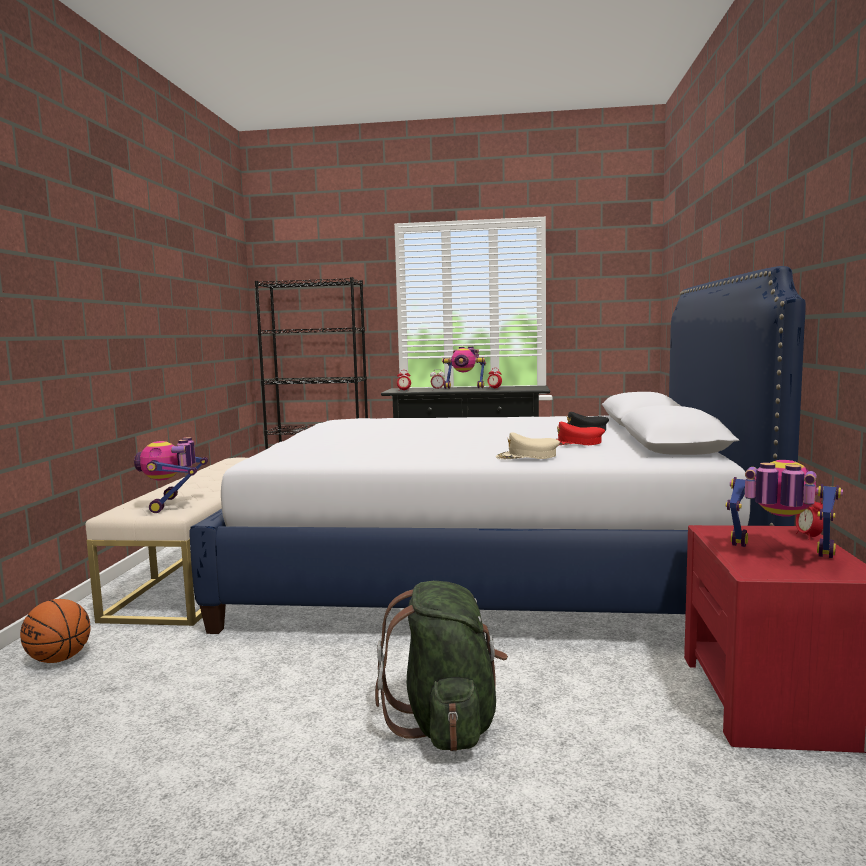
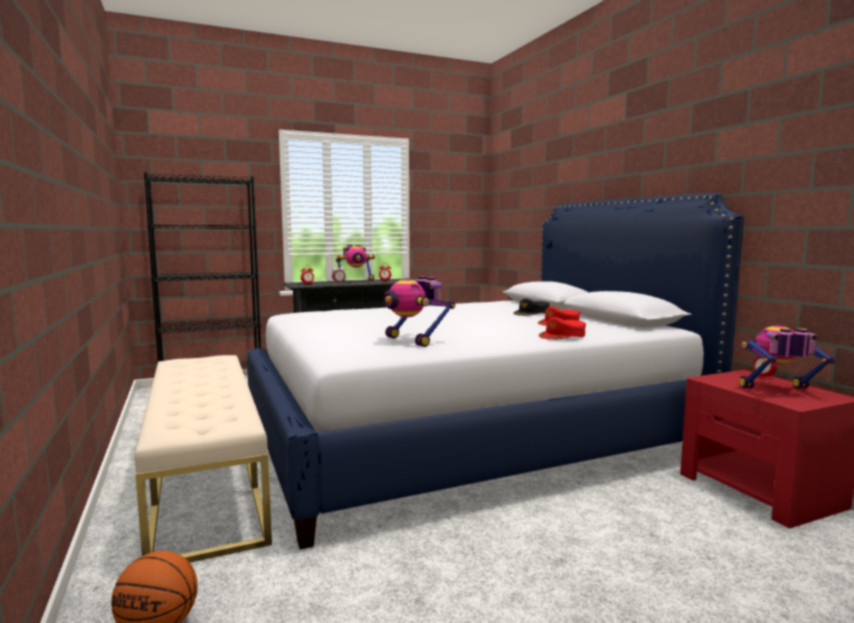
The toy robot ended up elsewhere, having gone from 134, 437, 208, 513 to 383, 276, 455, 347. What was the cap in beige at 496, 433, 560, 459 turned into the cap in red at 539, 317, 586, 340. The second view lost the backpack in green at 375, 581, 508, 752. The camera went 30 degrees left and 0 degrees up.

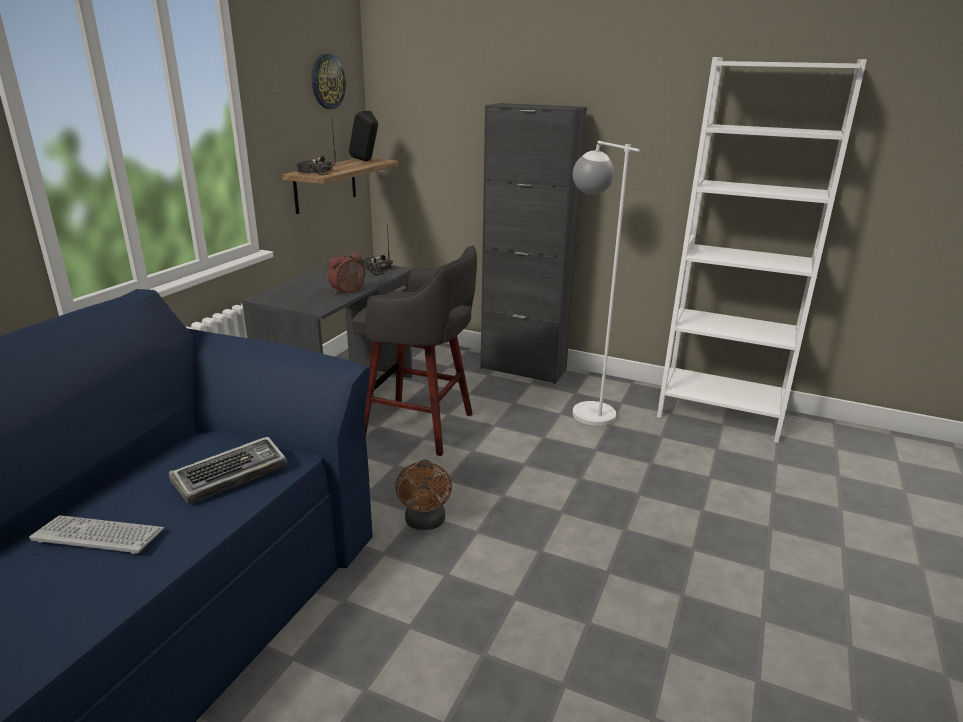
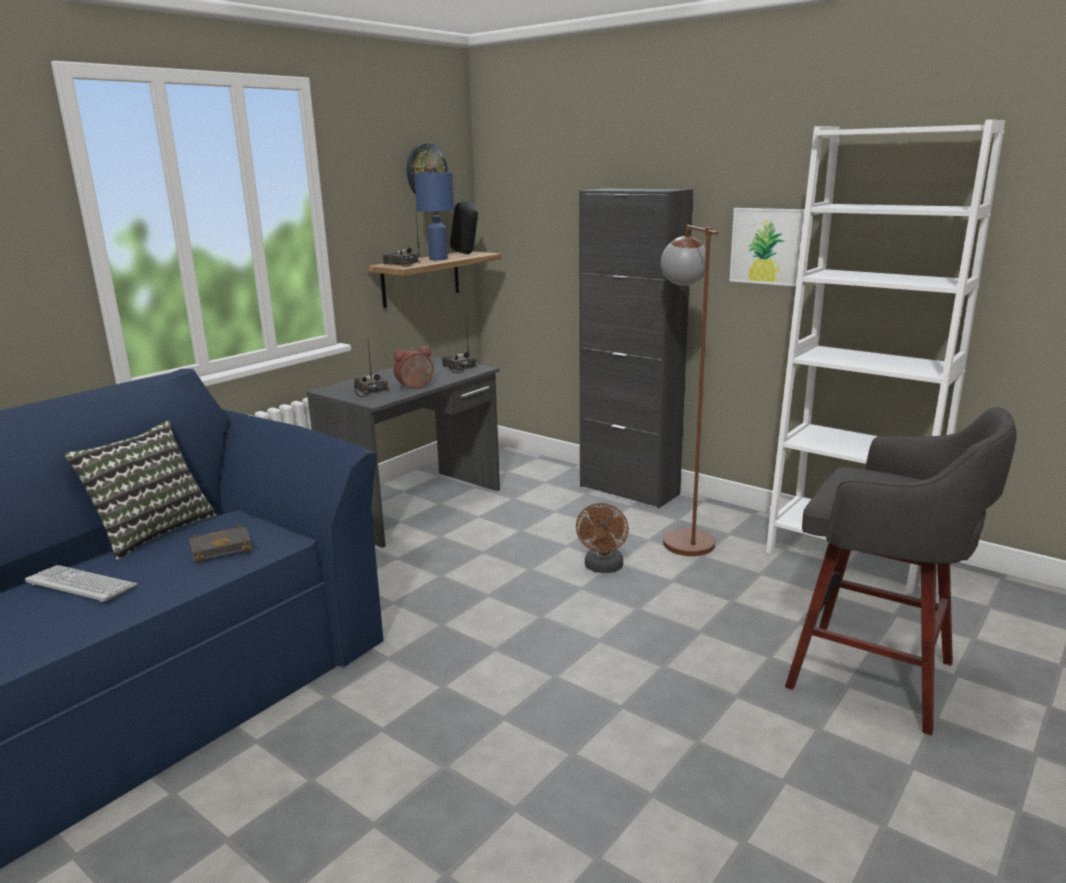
The second view gained the pillow at 64, 420, 217, 560. Where the keyboard stood at 169, 437, 287, 504, the book in black came to stand at 189, 526, 252, 562. The second view gained the radio at 354, 340, 389, 397. The second view gained the table lamp in blue at 414, 172, 455, 260. The fan in brown ended up elsewhere, having gone from 395, 459, 452, 530 to 576, 503, 629, 573. What was the floor lamp in white at 573, 141, 640, 426 turned into the floor lamp in brown at 661, 225, 719, 556. The second view gained the picture at 730, 208, 805, 287. The stool in grey ended up elsewhere, having gone from 352, 246, 477, 456 to 785, 407, 1017, 735. The camera went 15 degrees right and 5 degrees down.

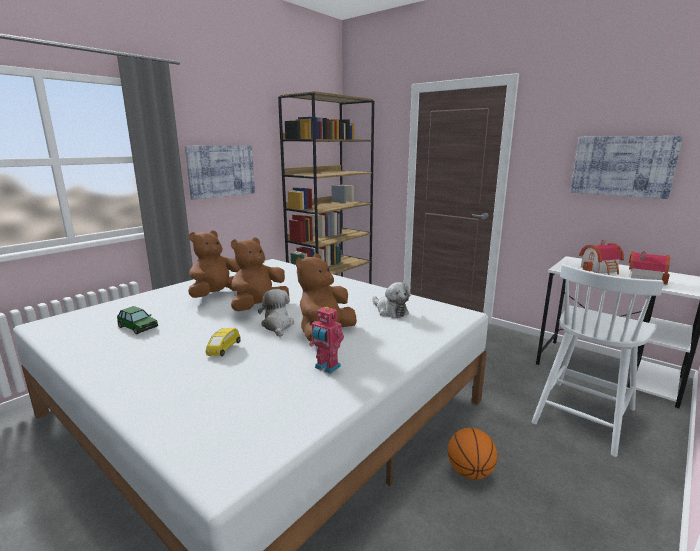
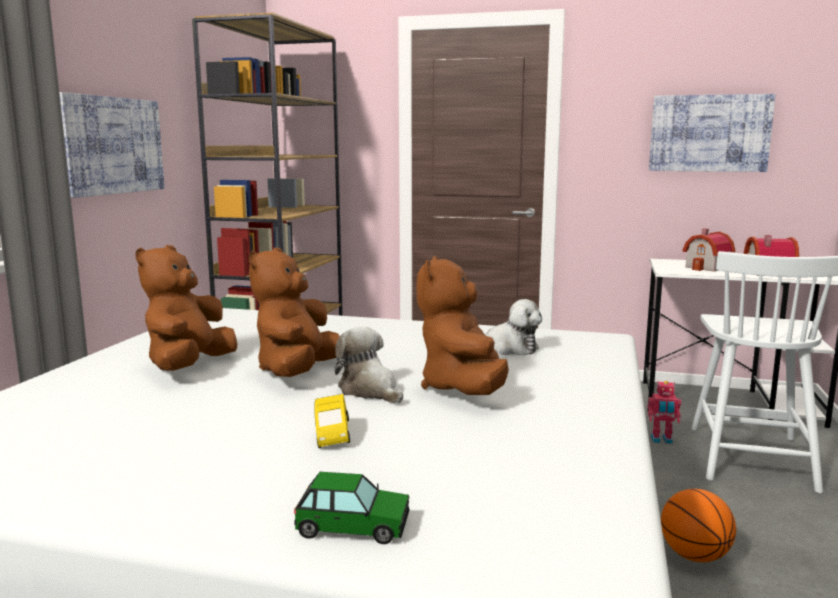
The toy car ended up elsewhere, having gone from 117, 306, 158, 334 to 294, 472, 409, 544. The toy robot ended up elsewhere, having gone from 309, 306, 344, 374 to 647, 381, 681, 444. The camera went 25 degrees left and 5 degrees down.

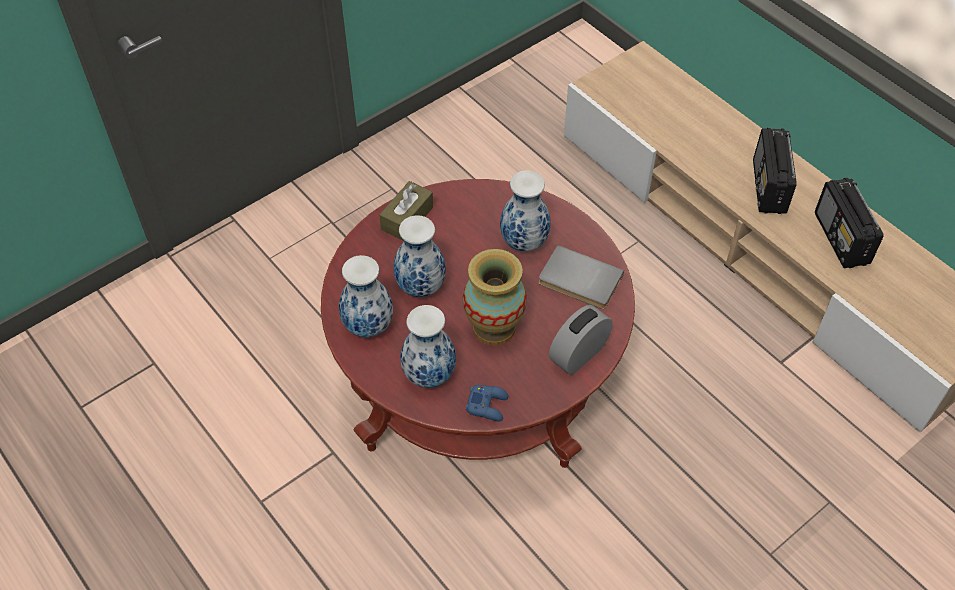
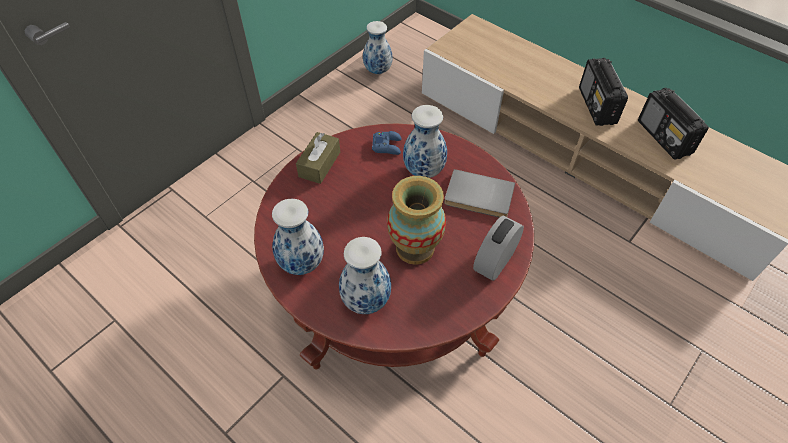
The vase ended up elsewhere, having gone from 393, 215, 446, 297 to 363, 21, 392, 74. The game controller in blue ended up elsewhere, having gone from 466, 385, 508, 421 to 372, 131, 401, 155. The camera went 10 degrees left and 0 degrees up.

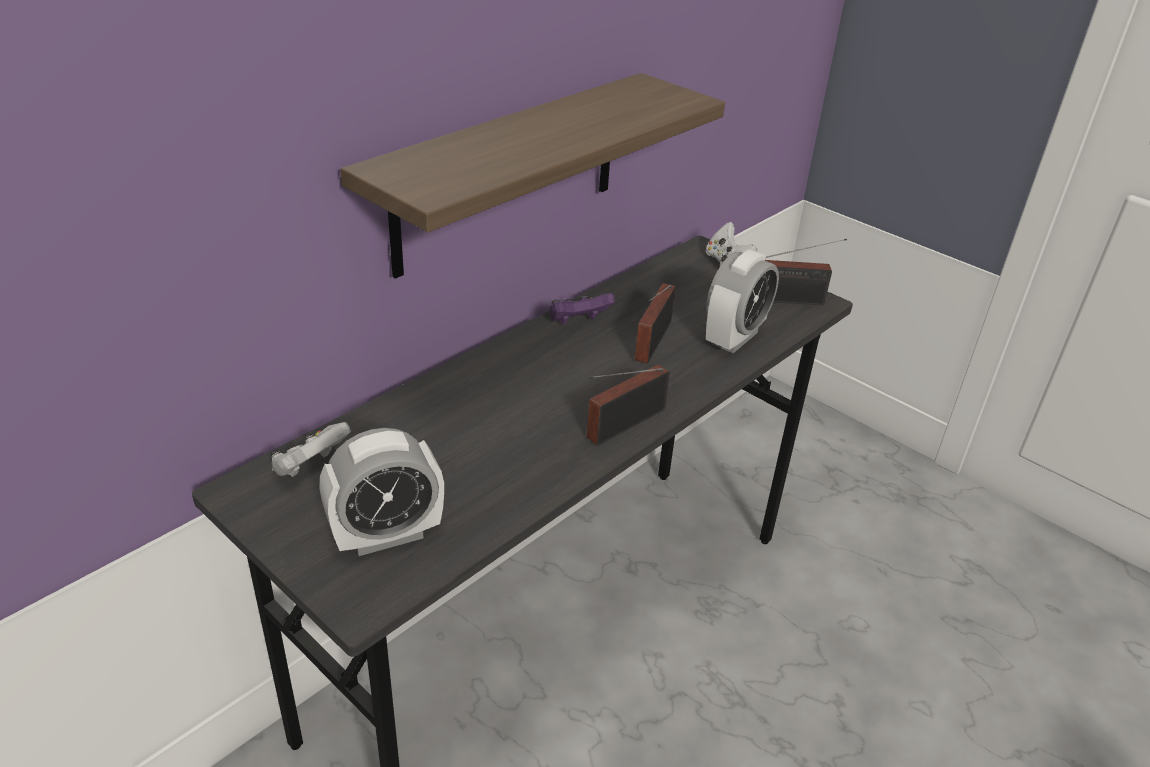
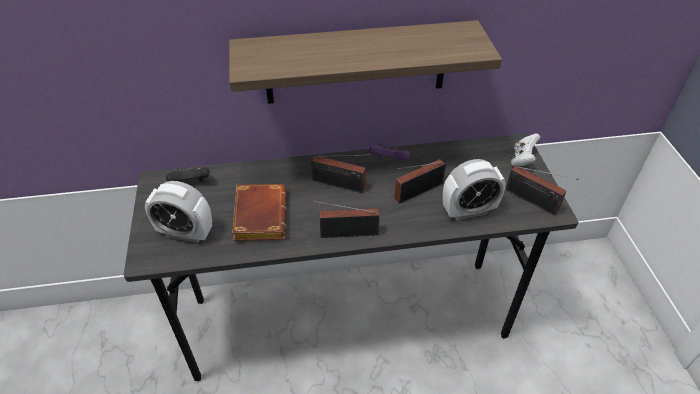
What was the game controller in white at 270, 422, 351, 477 turned into the game controller in black at 166, 167, 210, 182. The second view gained the book in brown at 232, 184, 286, 241. The second view gained the radio at 311, 154, 372, 193. The camera went 40 degrees right and 10 degrees up.

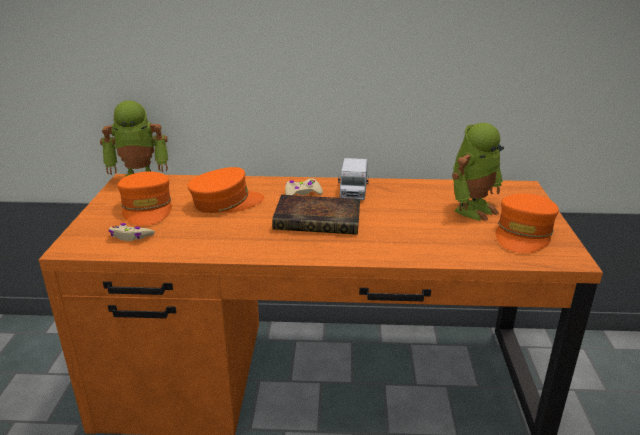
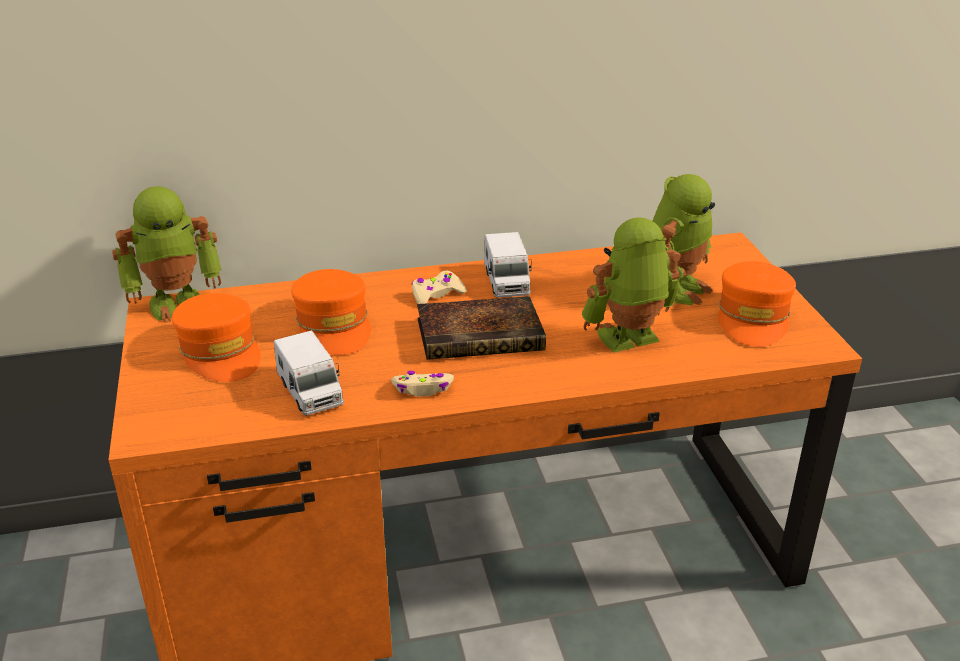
The second view gained the toy truck at 274, 331, 344, 415. The cap in orange at 187, 167, 264, 213 ended up facing another way, 105 degrees clockwise from before. The game controller in beige ended up elsewhere, having gone from 109, 223, 155, 241 to 391, 371, 454, 396. The second view gained the toy robot at 582, 217, 685, 353. The camera went 15 degrees left and 5 degrees up.

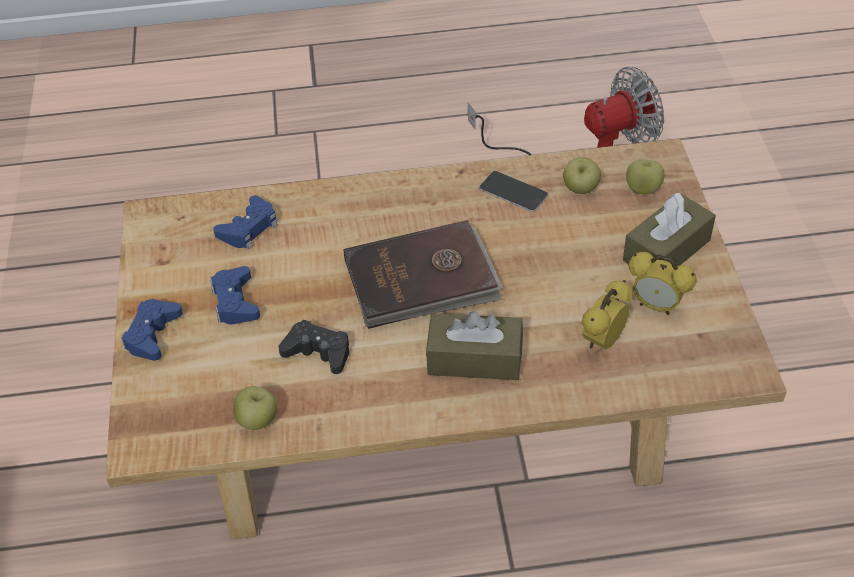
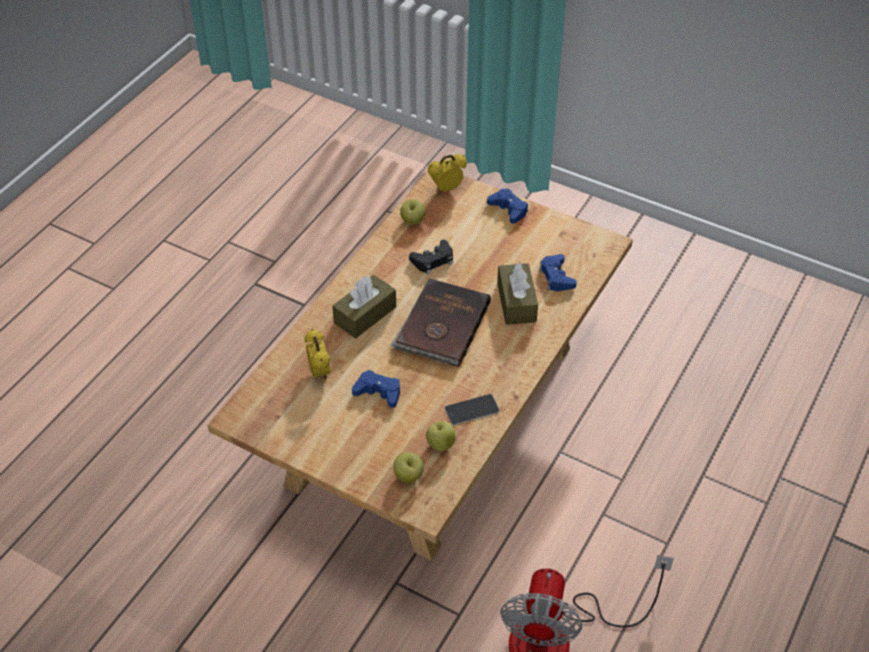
The game controller in blue ended up elsewhere, having gone from 210, 266, 260, 324 to 352, 370, 400, 408. The alarm clock ended up elsewhere, having gone from 628, 252, 697, 315 to 428, 154, 467, 192. The tissue box in brown ended up elsewhere, having gone from 623, 193, 716, 266 to 497, 262, 538, 325. The camera went 125 degrees right and 0 degrees up.

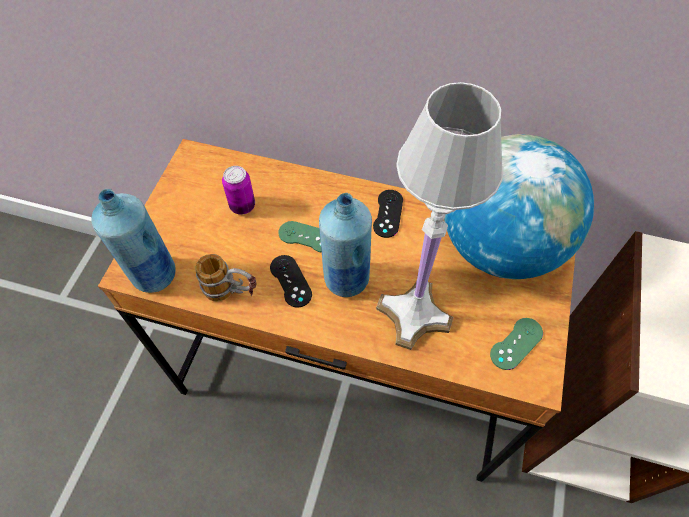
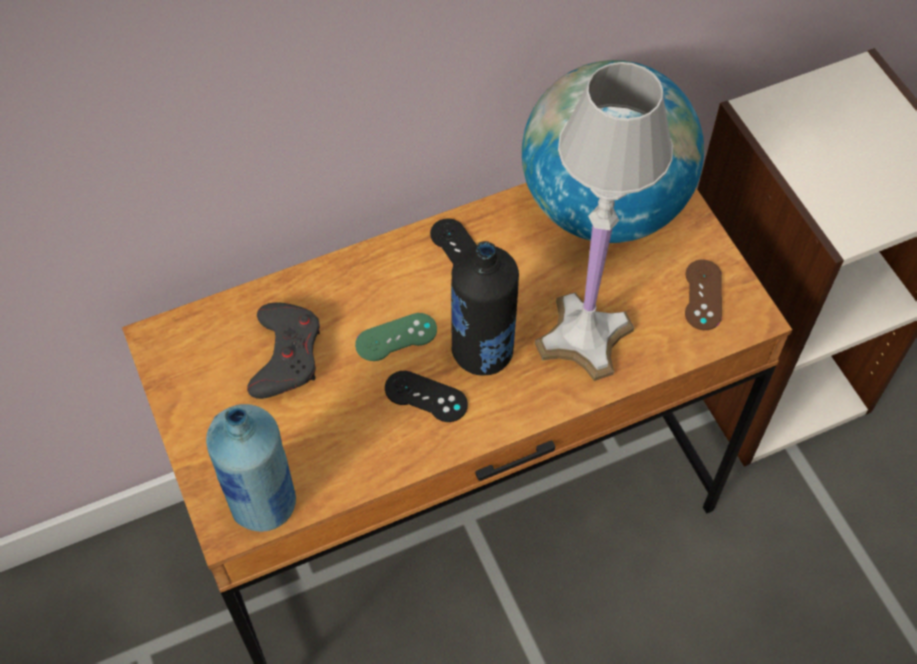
Where the can stood at 222, 166, 255, 215, the game controller in grey came to stand at 247, 302, 320, 399. What was the bottle in blue at 319, 193, 372, 297 turned into the bottle in black at 451, 241, 519, 376. What was the game controller in green at 490, 318, 543, 370 turned into the game controller in brown at 685, 260, 722, 330. The second view lost the mug at 195, 254, 257, 301. The camera went 40 degrees left and 0 degrees up.

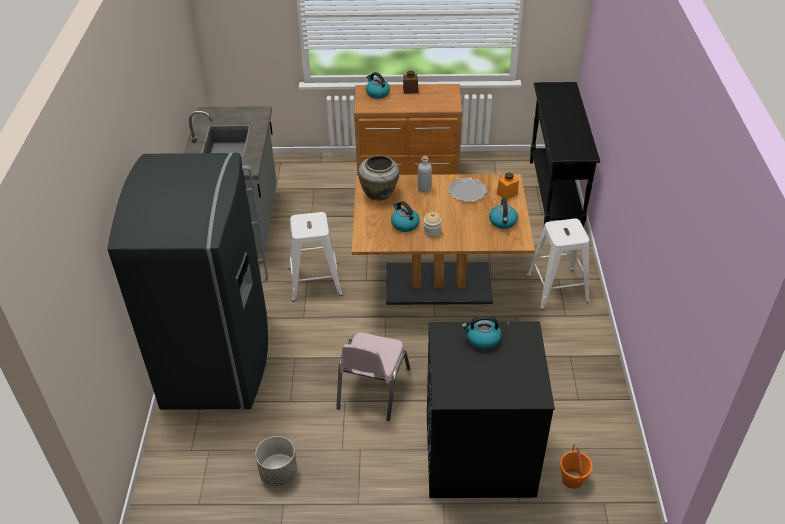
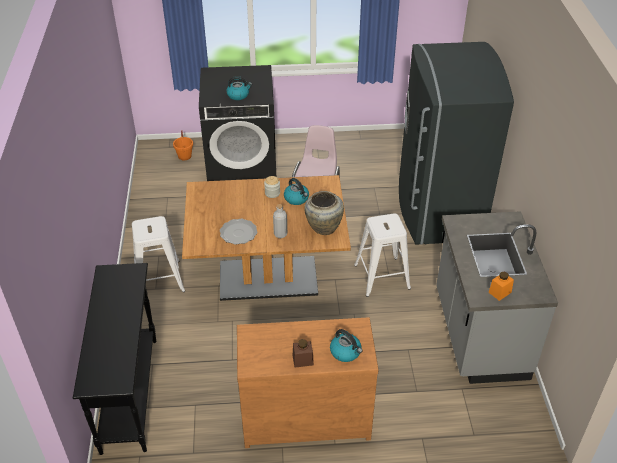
The jar in orange ended up elsewhere, having gone from 497, 173, 519, 199 to 489, 272, 514, 301. The second view lost the planter in grey at 255, 436, 297, 486. The second view lost the kettle at 489, 198, 518, 229. The camera went 175 degrees right and 0 degrees up.

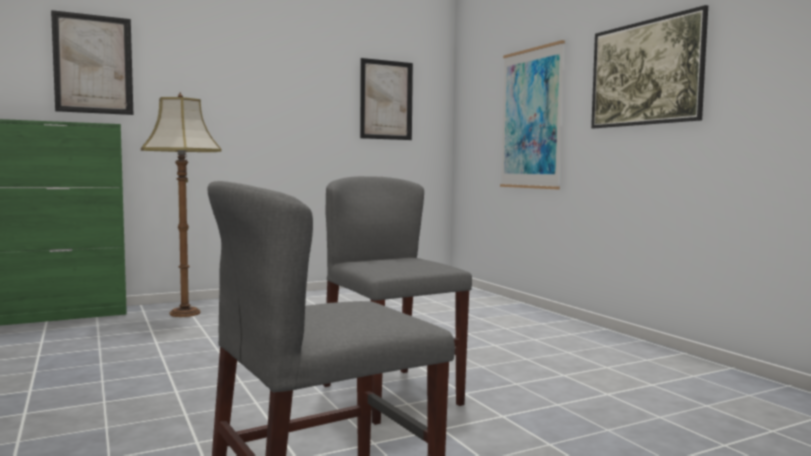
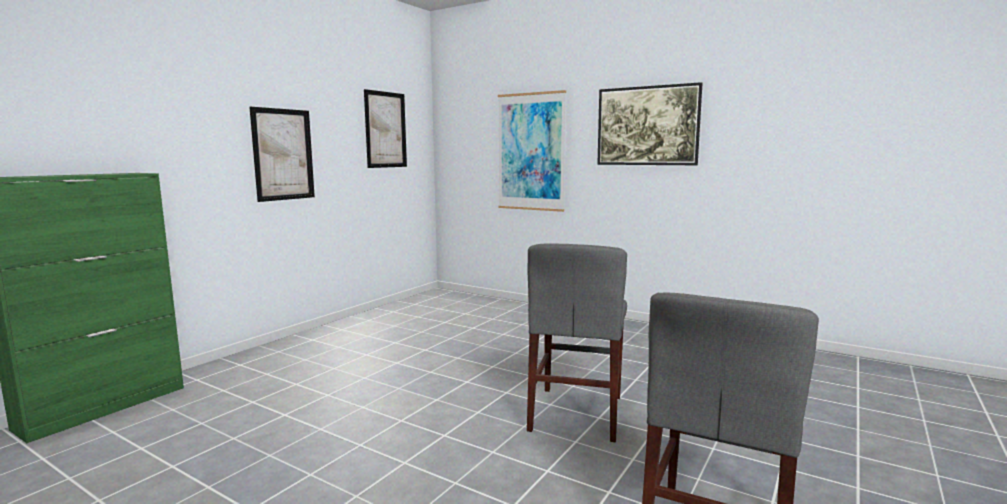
The picture ended up elsewhere, having gone from 51, 10, 133, 115 to 249, 107, 315, 202. The chair in grey at 323, 176, 472, 425 ended up facing another way, 105 degrees counterclockwise from before. The second view lost the floor lamp at 141, 92, 222, 317. The camera went 30 degrees left and 5 degrees up.

